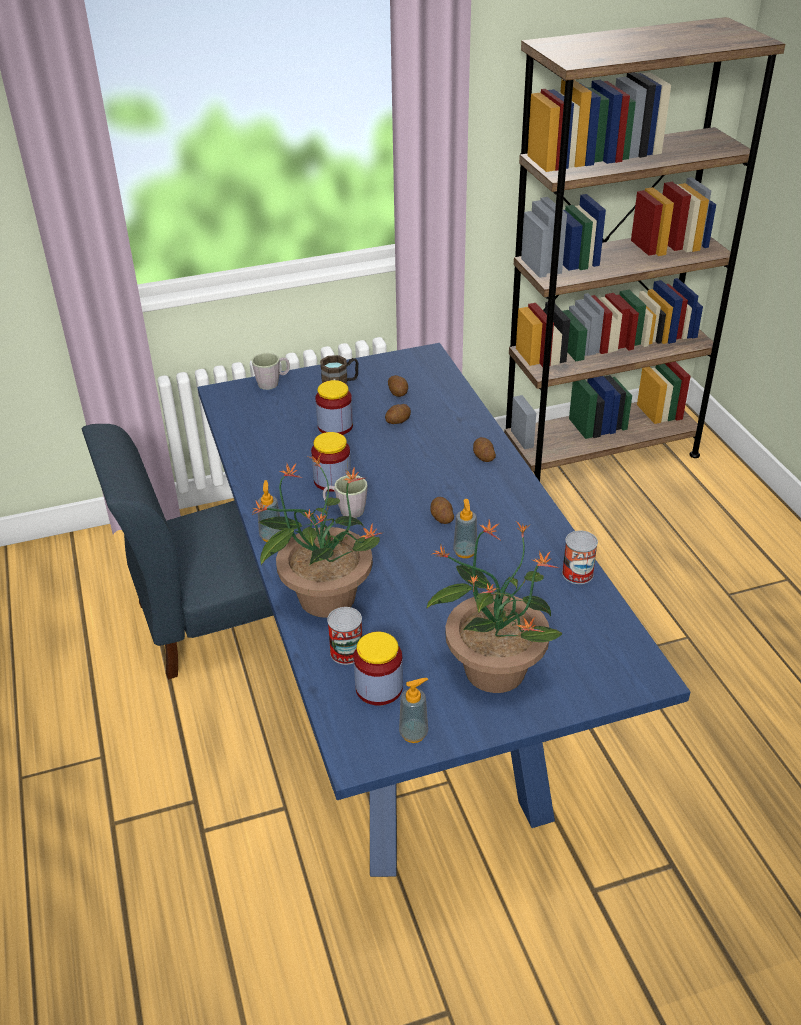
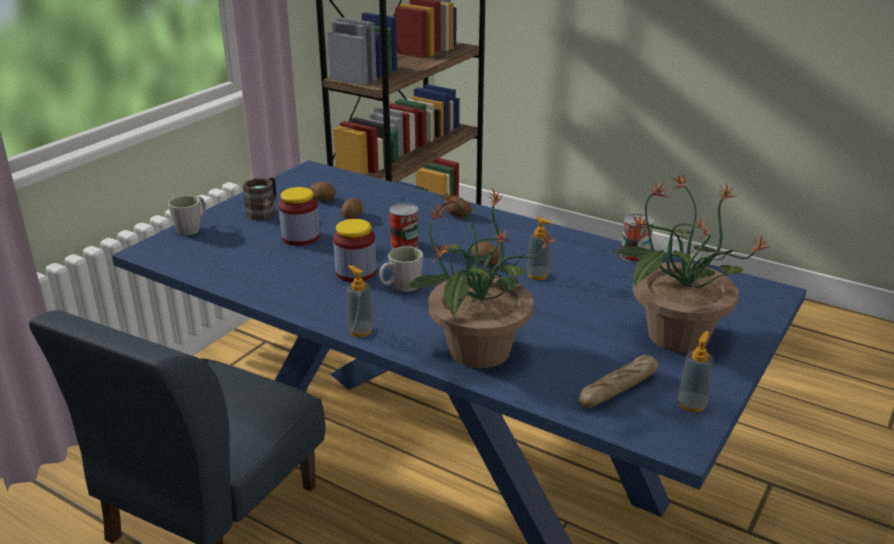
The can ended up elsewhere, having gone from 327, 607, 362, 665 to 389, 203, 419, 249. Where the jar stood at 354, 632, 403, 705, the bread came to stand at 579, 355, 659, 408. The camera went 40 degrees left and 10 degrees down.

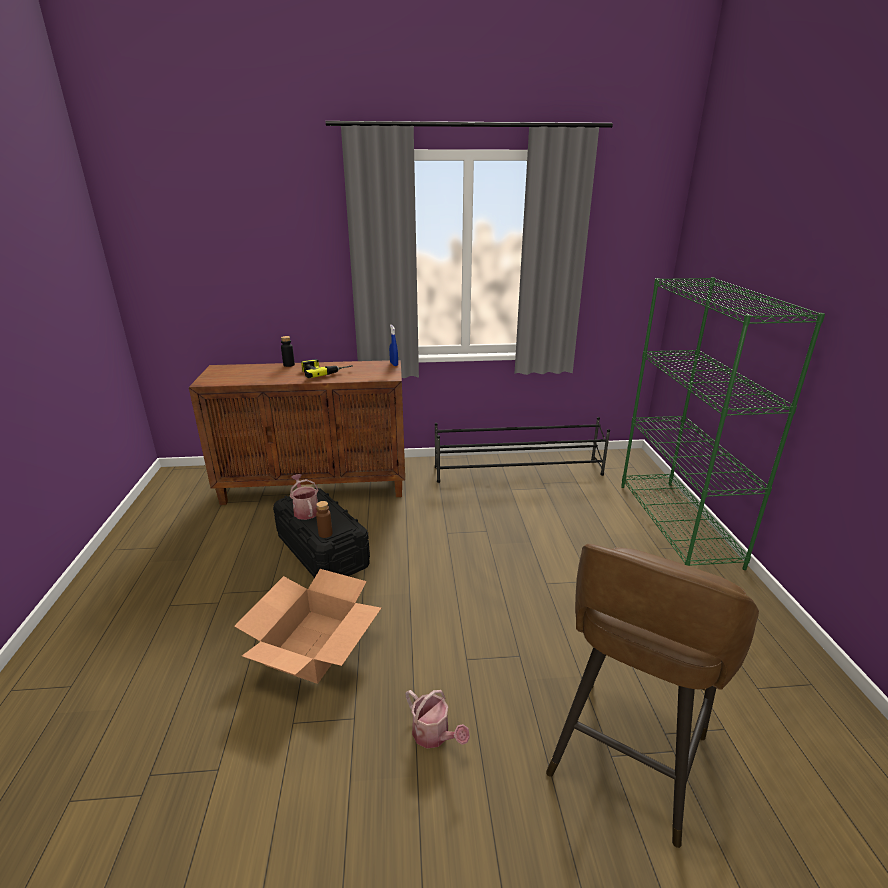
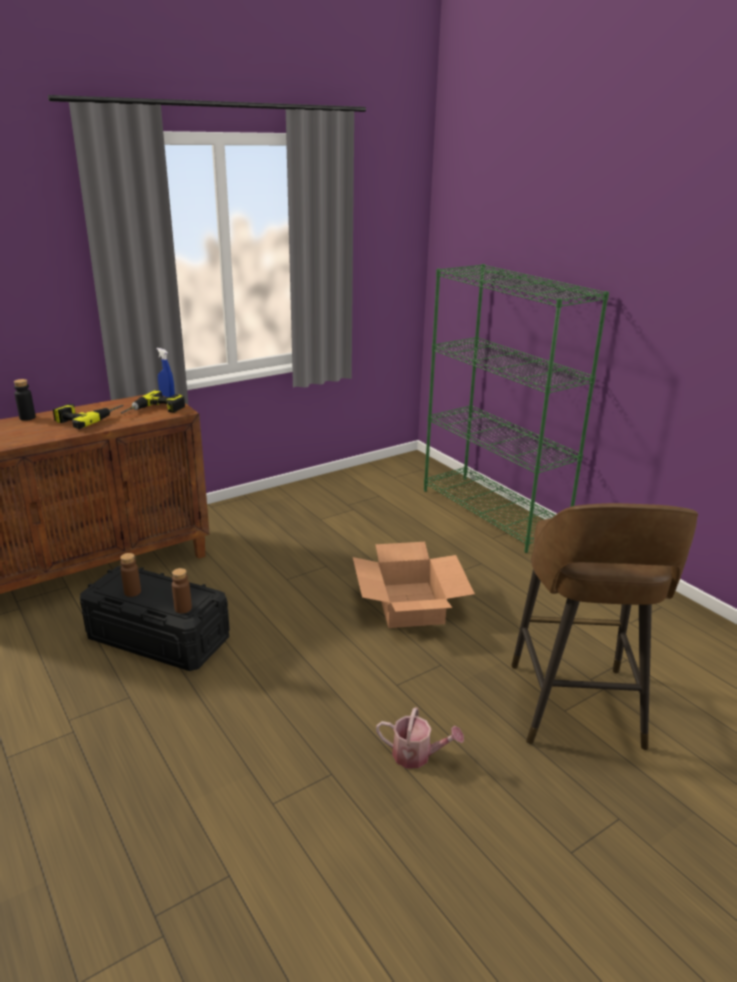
Where the watering can stood at 290, 474, 318, 520, the bottle in brown came to stand at 120, 553, 141, 597. The second view gained the power drill at 121, 390, 185, 414. The cardboard box ended up elsewhere, having gone from 234, 569, 381, 684 to 353, 542, 475, 628. The second view lost the shoe rack in black at 435, 417, 610, 483. The camera went 30 degrees left and 0 degrees up.

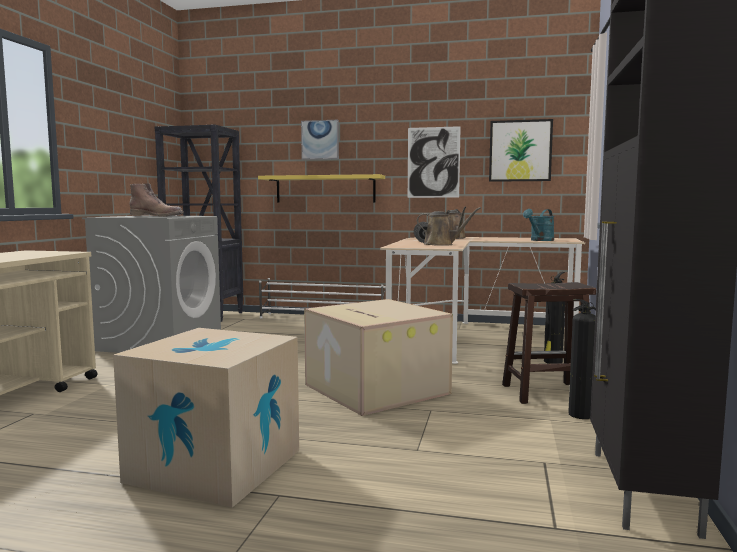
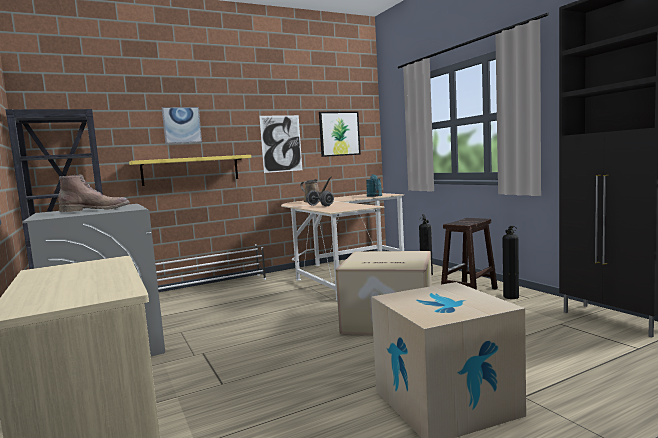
The second view lost the watering can in brown at 417, 207, 481, 246. The camera went 40 degrees left and 0 degrees up.

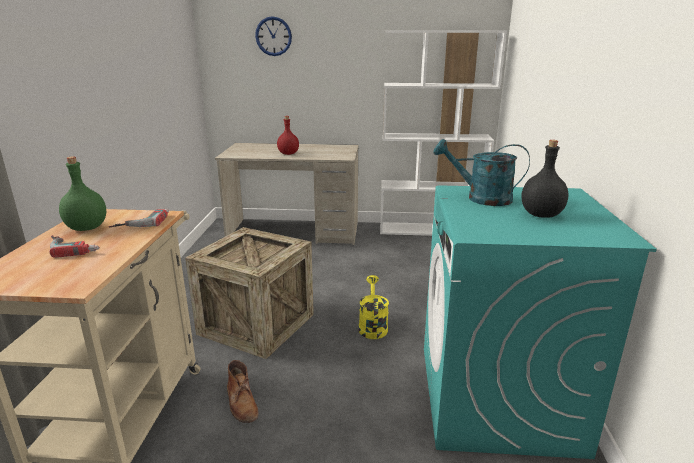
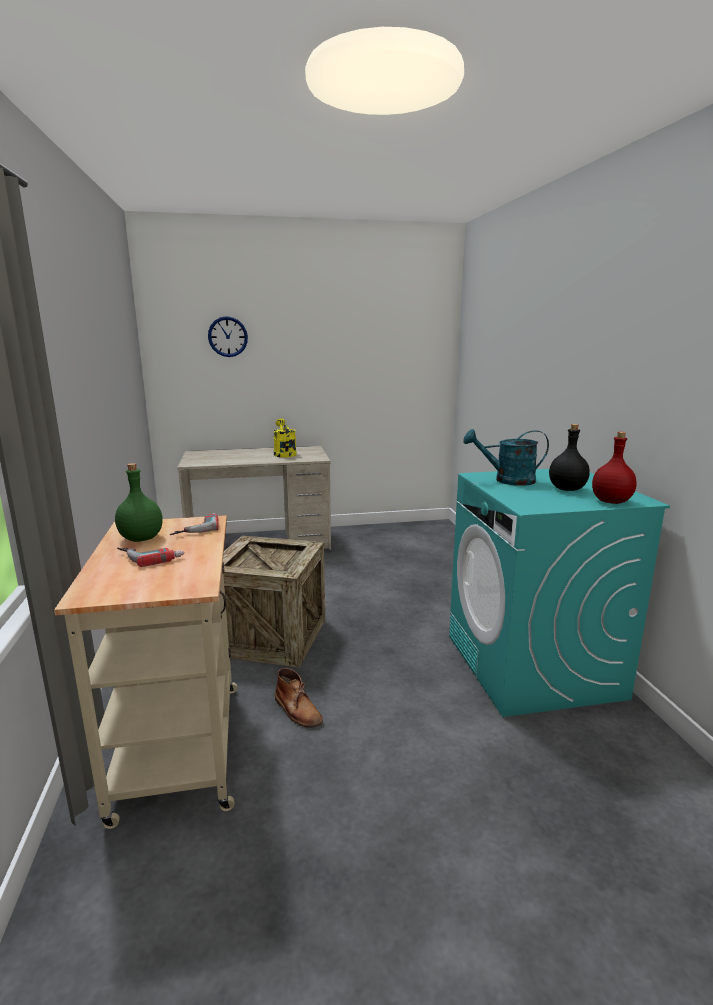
The watering can in yellow ended up elsewhere, having gone from 359, 275, 389, 339 to 274, 418, 297, 458. The bottle in red ended up elsewhere, having gone from 277, 116, 299, 155 to 592, 432, 637, 504. The second view lost the bookcase in white at 380, 30, 507, 236. The camera went 15 degrees left and 5 degrees down.

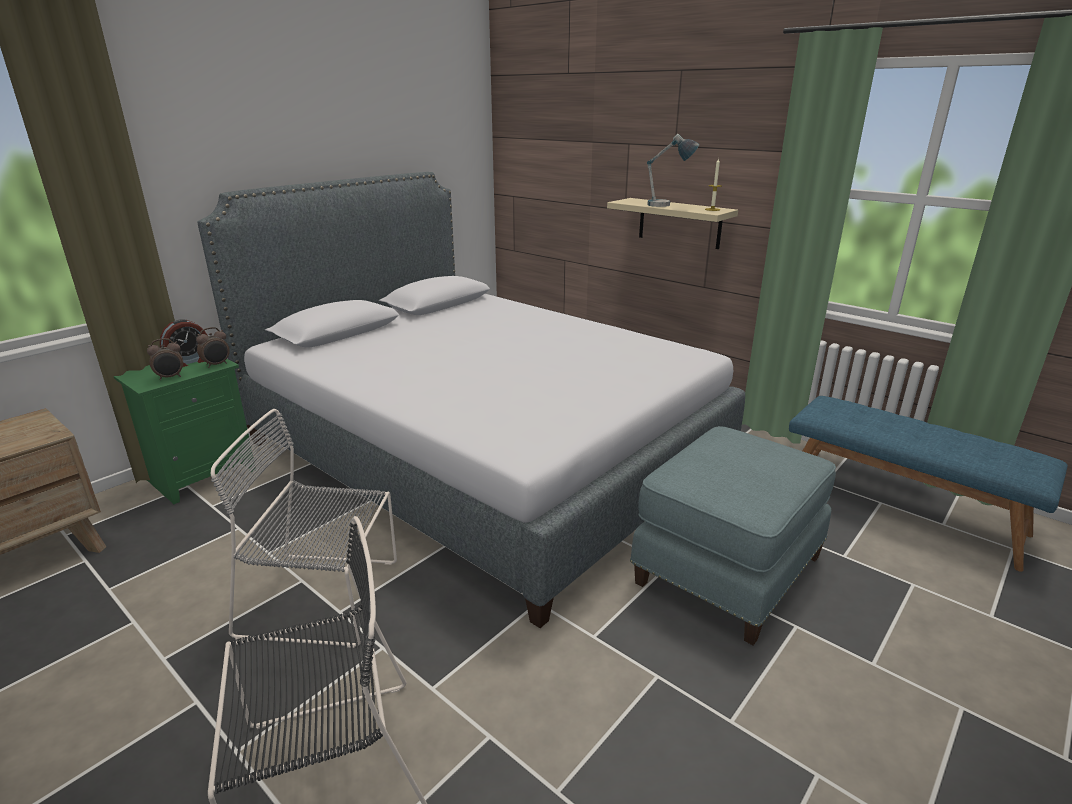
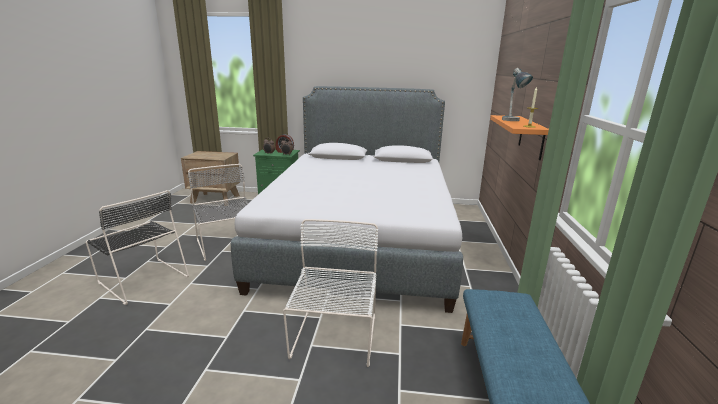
Where the ottoman in blue stood at 630, 426, 836, 645, the chair in white came to stand at 283, 219, 379, 367. What was the shelf in beige at 607, 198, 738, 249 turned into the shelf in orange at 490, 115, 549, 160. The camera went 55 degrees right and 5 degrees down.

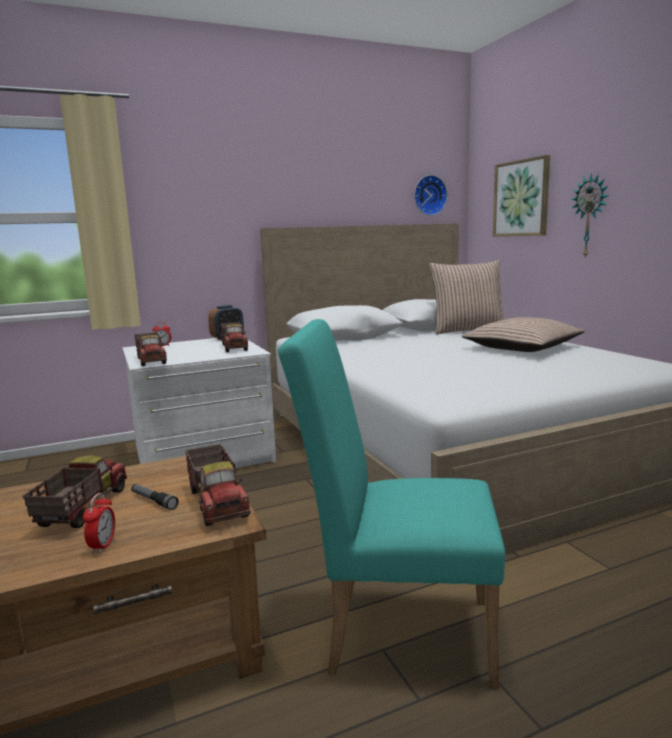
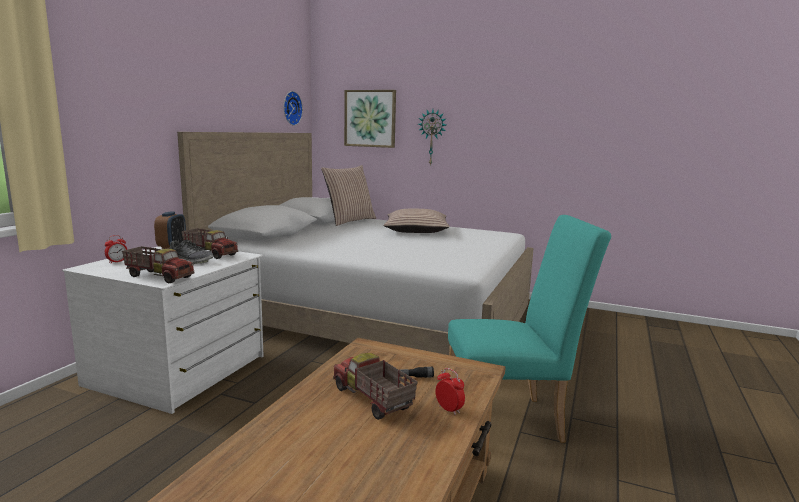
The second view gained the shoe at 170, 240, 214, 264. The chair in turquoise at 278, 319, 505, 688 ended up facing another way, 150 degrees counterclockwise from before. The second view lost the toy truck at 185, 444, 251, 526. The camera went 45 degrees left and 0 degrees up.

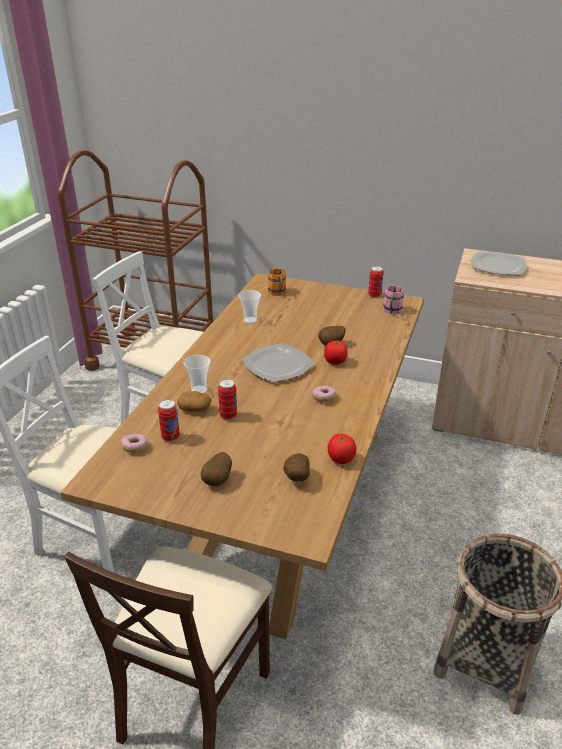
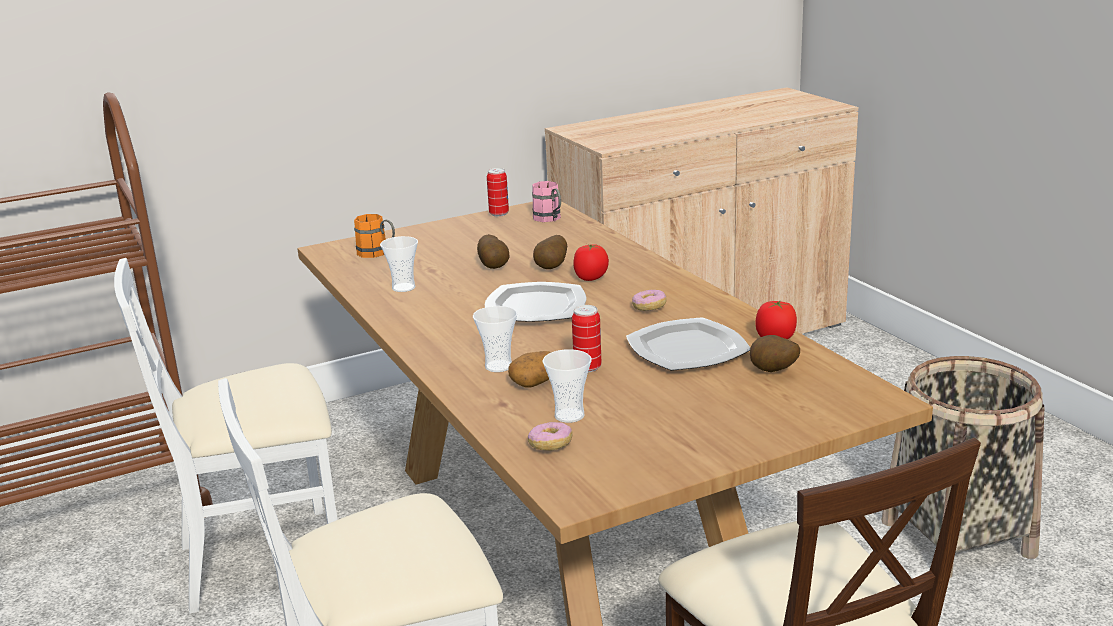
The potato ended up elsewhere, having gone from 201, 452, 232, 486 to 477, 234, 509, 269. Where the can stood at 158, 399, 180, 442, the cup came to stand at 542, 349, 592, 423. The plate ended up elsewhere, having gone from 471, 251, 527, 275 to 626, 317, 750, 371. The camera went 45 degrees left and 10 degrees down.

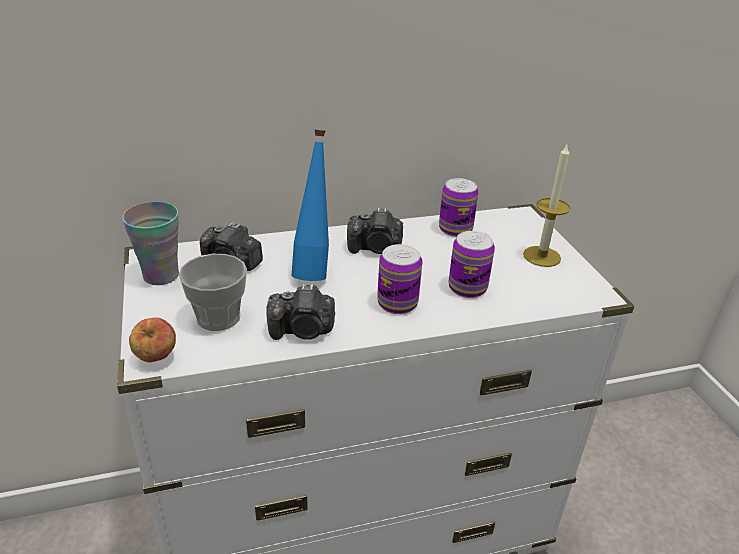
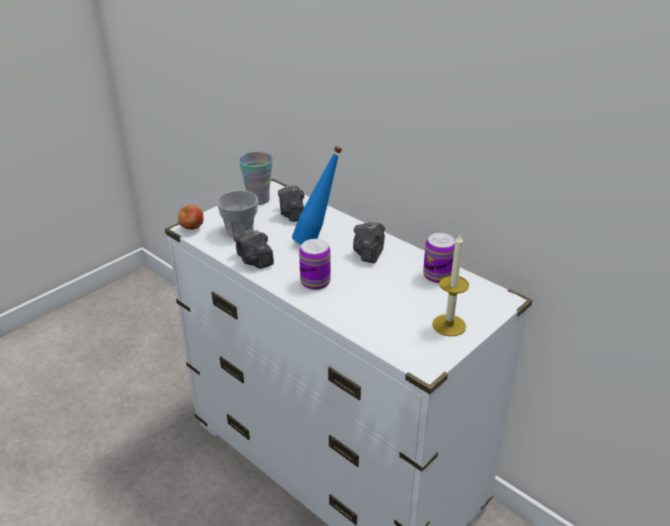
The photo camera at 347, 208, 403, 254 ended up facing another way, 45 degrees clockwise from before. The second view lost the can at 449, 231, 495, 298. The camera went 60 degrees right and 0 degrees up.

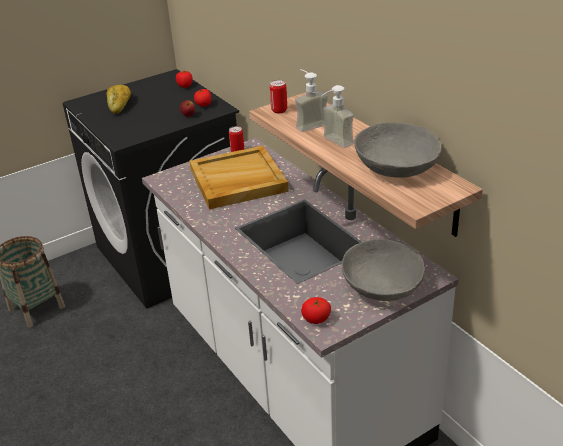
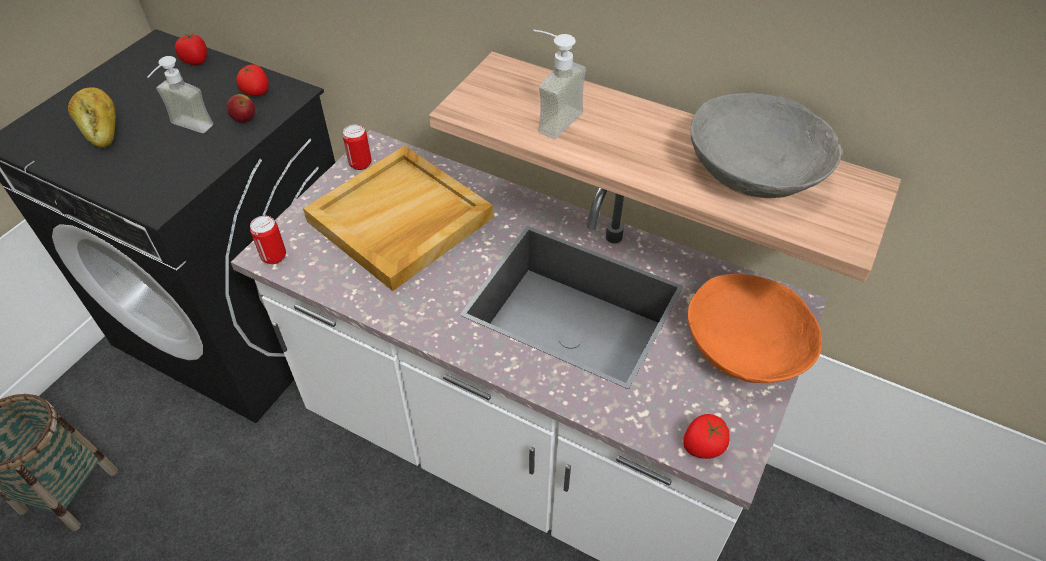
The soap dispenser ended up elsewhere, having gone from 321, 85, 354, 148 to 148, 56, 213, 133. The can ended up elsewhere, having gone from 270, 80, 287, 113 to 250, 216, 286, 264. What was the bowl in grey at 342, 239, 424, 301 turned into the bowl in orange at 688, 274, 822, 383. The camera went 30 degrees left and 15 degrees up.

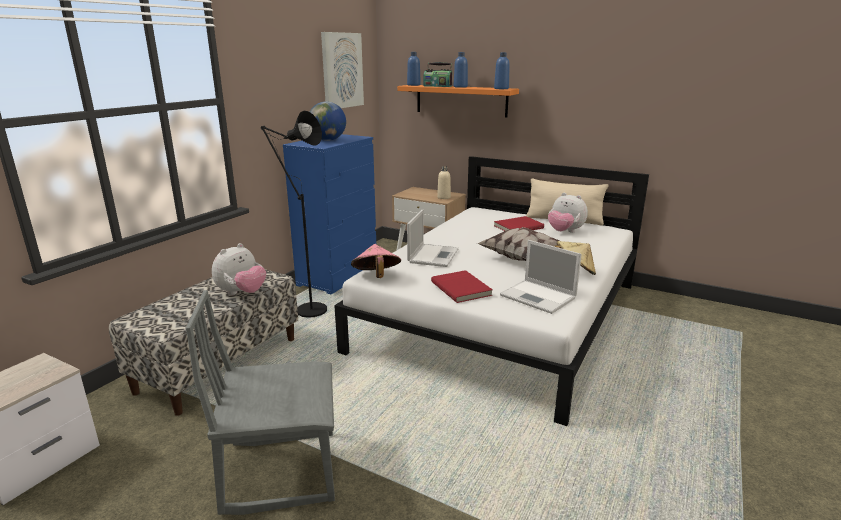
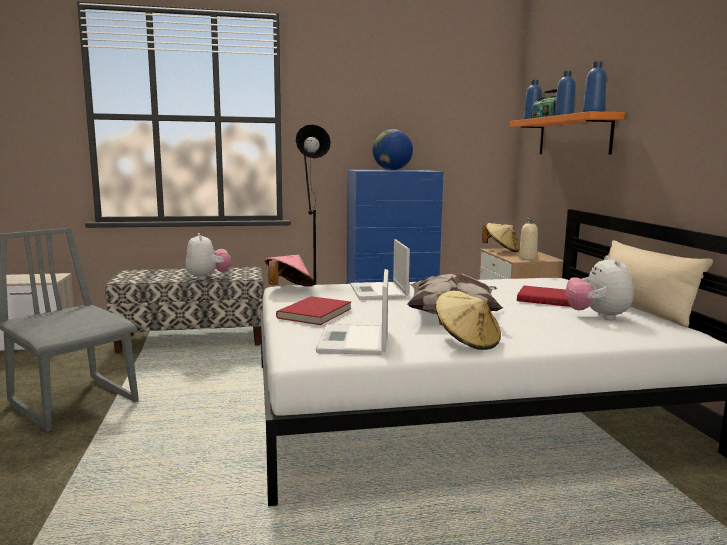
The plush toy at 212, 243, 266, 295 ended up facing another way, 105 degrees counterclockwise from before. The laptop at 407, 210, 459, 267 ended up facing another way, 105 degrees clockwise from before. The second view gained the hat in beige at 482, 223, 520, 252. The second view lost the picture at 321, 32, 364, 108. The camera went 50 degrees right and 10 degrees down.

